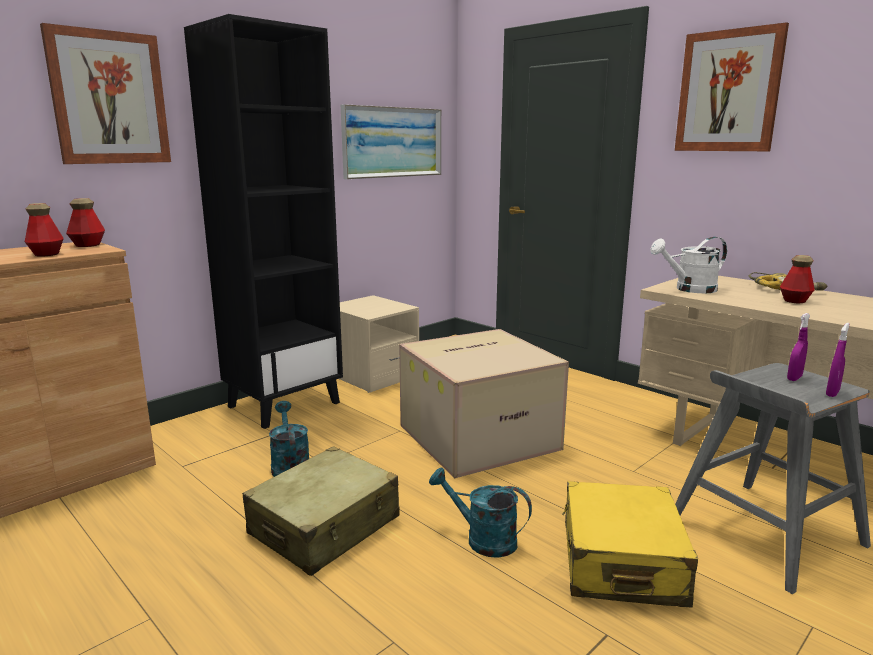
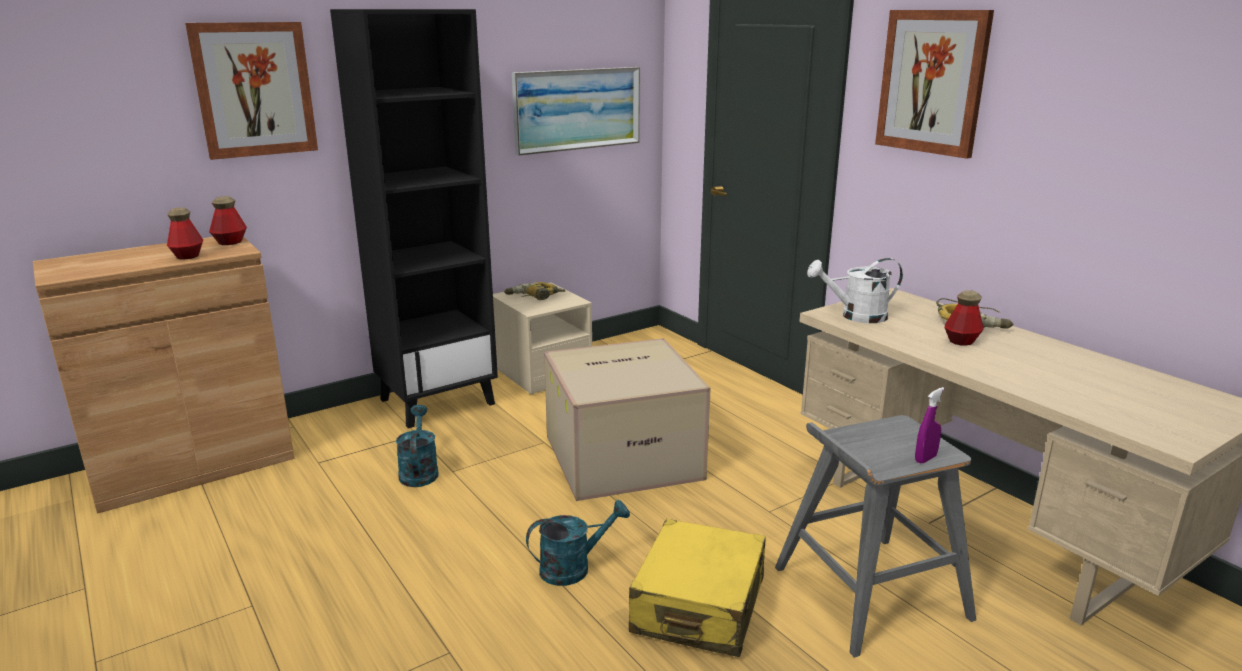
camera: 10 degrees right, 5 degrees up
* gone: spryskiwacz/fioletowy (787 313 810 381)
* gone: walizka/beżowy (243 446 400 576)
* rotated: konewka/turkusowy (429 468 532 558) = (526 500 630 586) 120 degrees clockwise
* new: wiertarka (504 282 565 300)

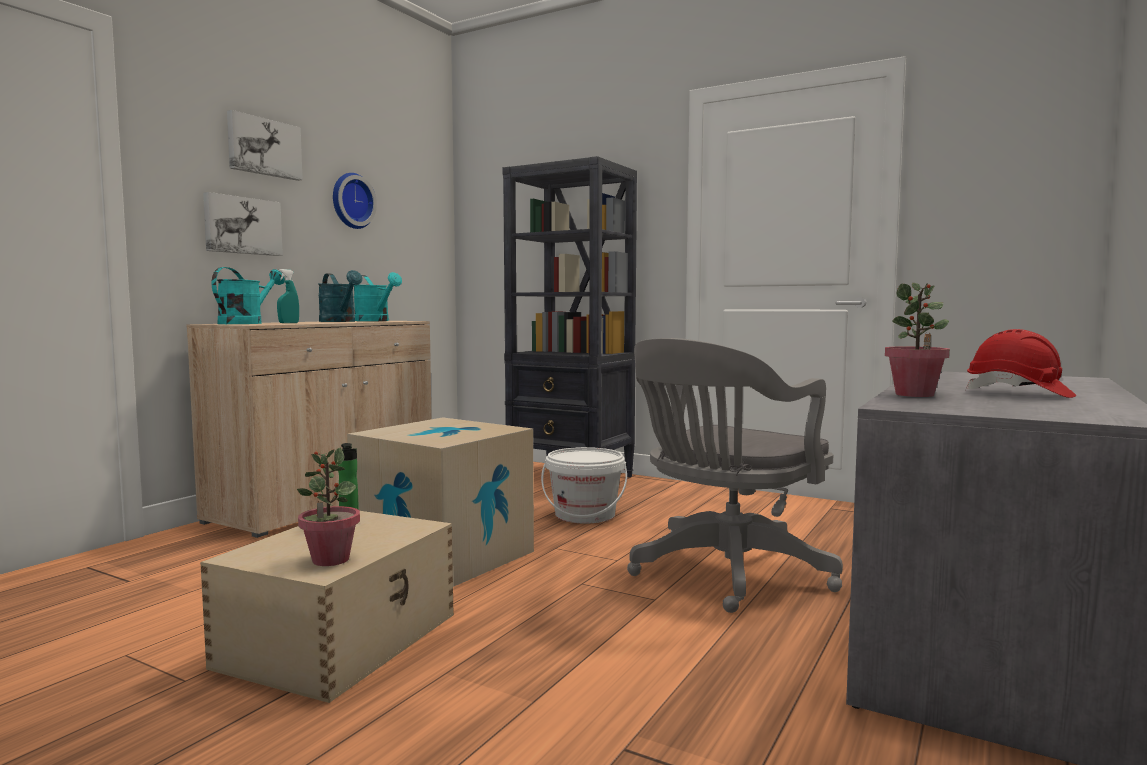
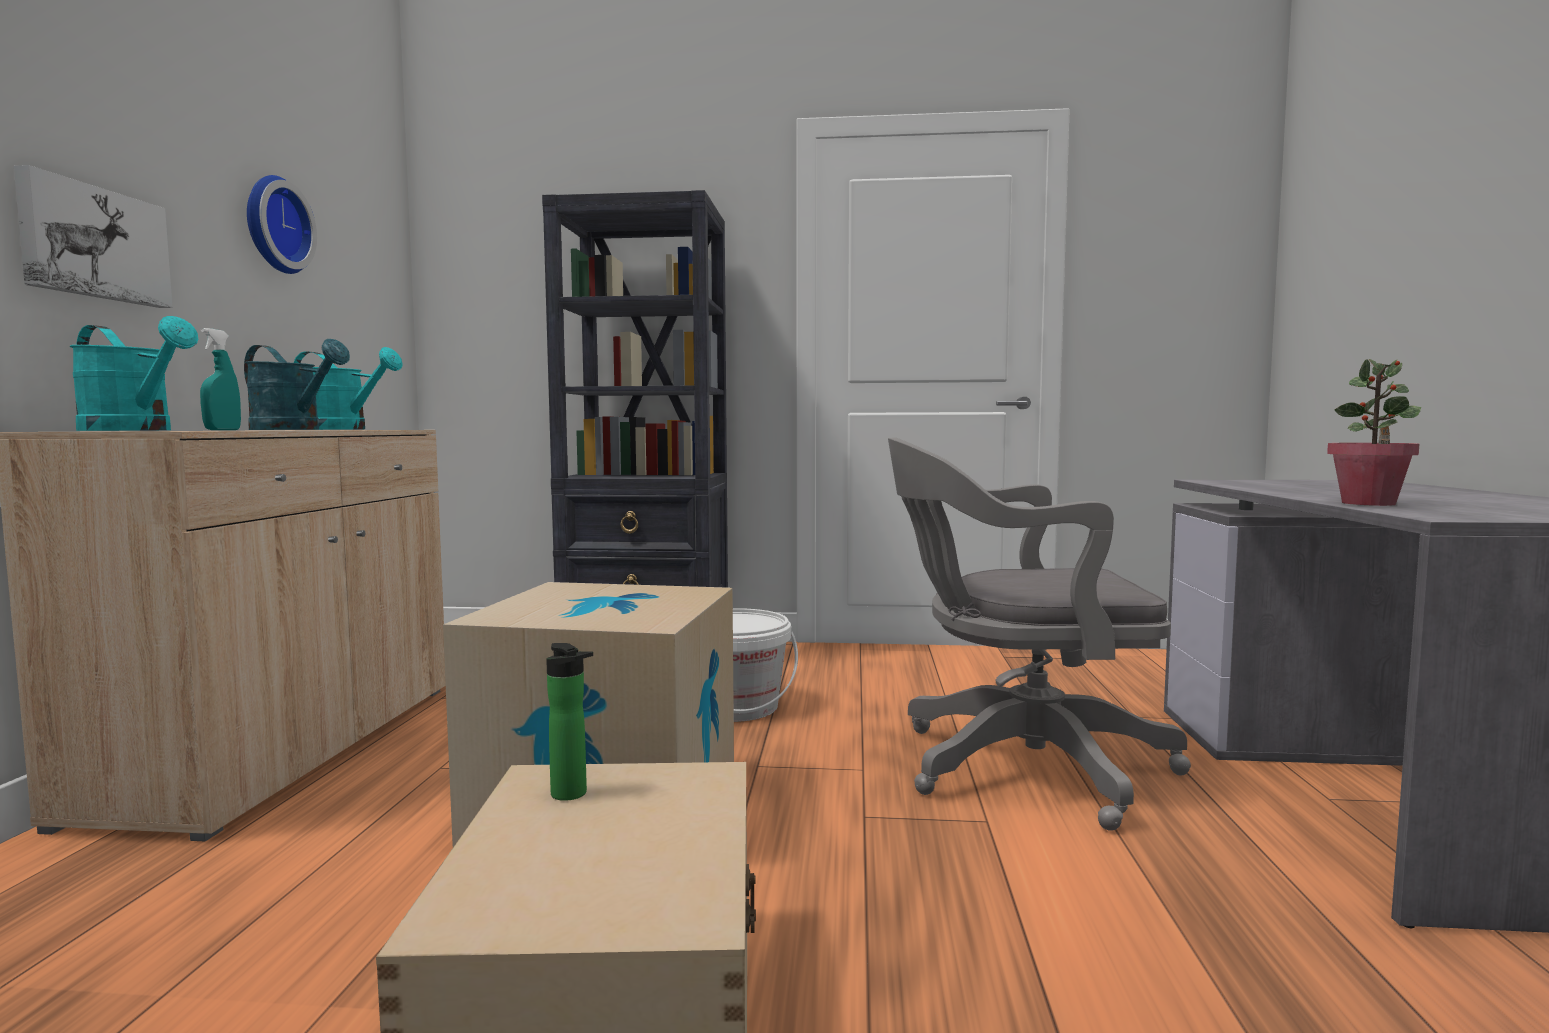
camera: 25 degrees left, 0 degrees up
* gone: obraz (227 110 303 181)
* rotated: konewka/turkusowy (212 267 285 324) = (70 316 198 431) 120 degrees clockwise
* gone: kask/czerwony (966 329 1076 398)
* rotated: krzesło biurowe/szary (627 338 843 613) = (888 437 1191 831) 75 degrees clockwise
* gone: roślina doniczkowa (297 448 360 566)

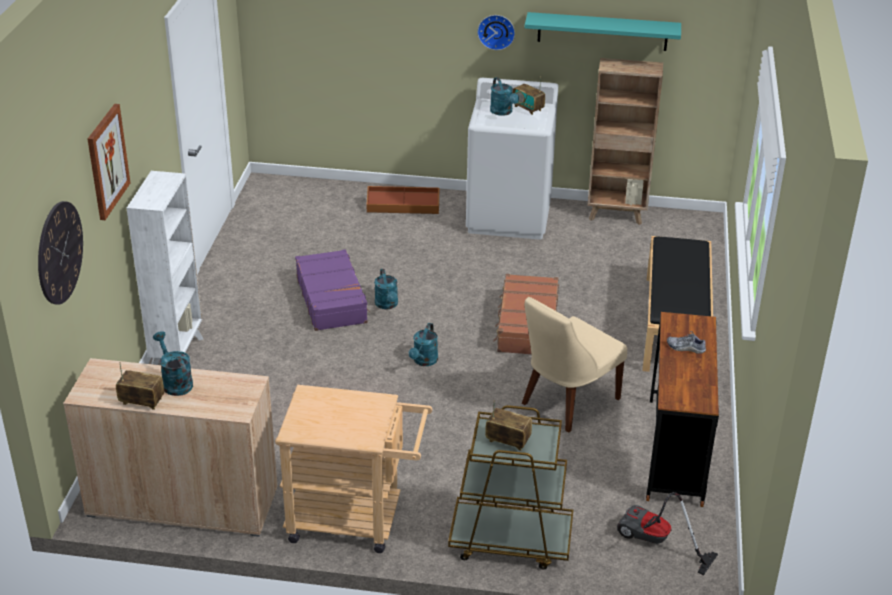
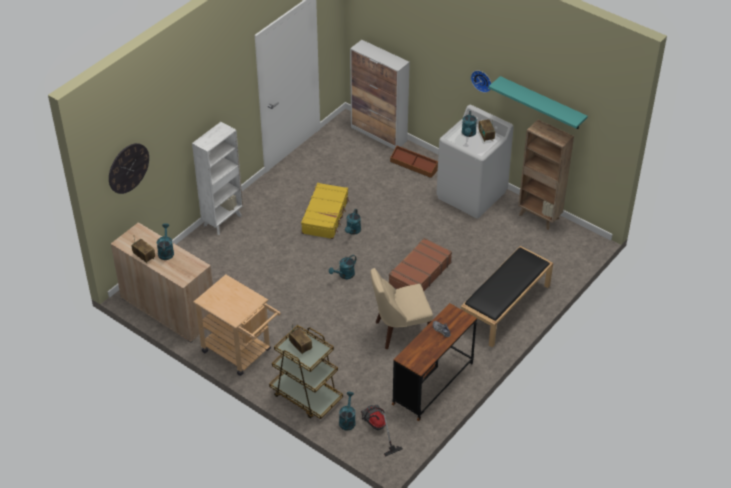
camera: 30 degrees right, 10 degrees up
* gone: obraz (88 104 131 220)
* repainted: walizka/fioletowy (295 249 370 331) to walizka/żółty (301 183 350 239)
* new: szafka (350 40 410 149)
* new: konewka/turkusowy (339 392 356 431)

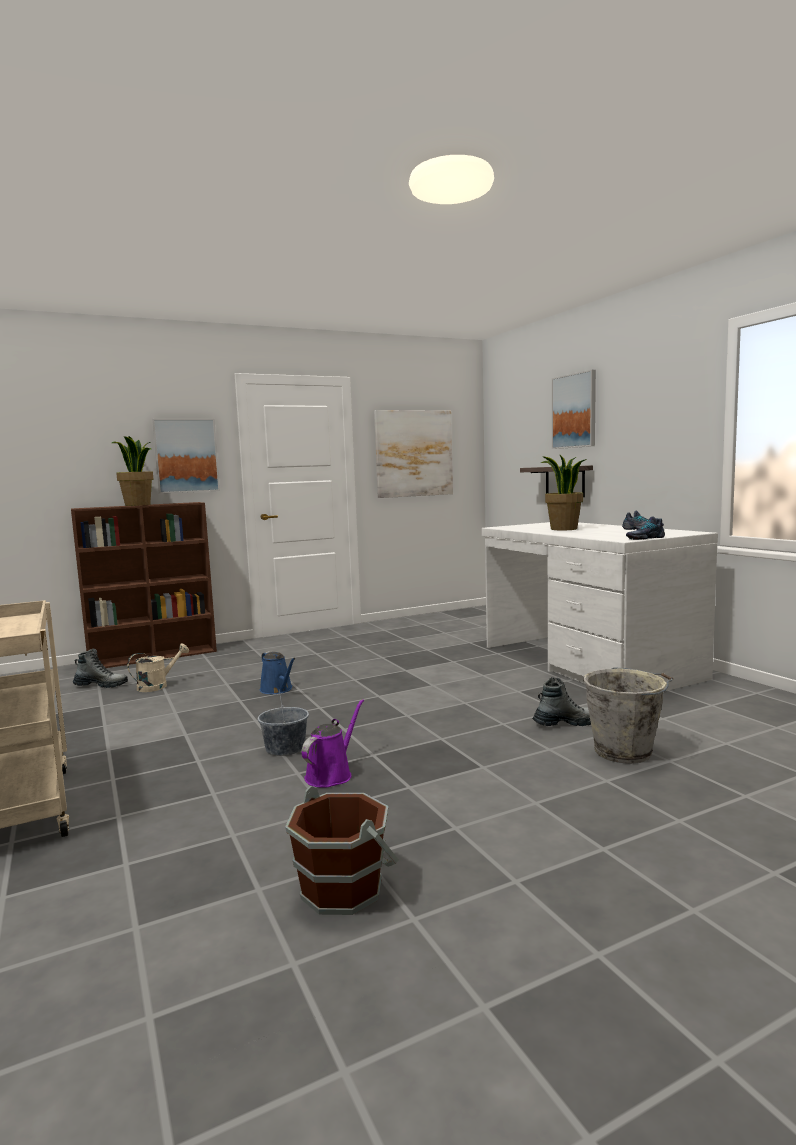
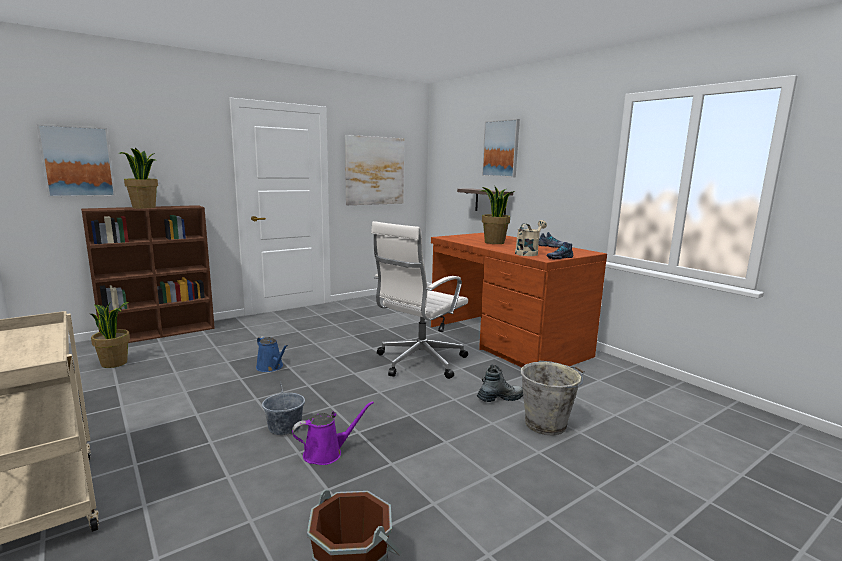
camera: 10 degrees left, 5 degrees up
* shifted: obraz (152 419 220 494) to (37 124 115 197)
* repainted: biurko/biały (482 522 718 691) to biurko/brązowy (431 233 607 367)
* shifted: konewka/beżowy (127 643 189 692) to (515 220 547 256)
* swapped: but z cholewką (73 649 128 688) to roślina doniczkowa (91 302 130 368)
* rotated: konewka/fioletowy (302 699 364 788) = (292 401 374 465) 45 degrees clockwise
* new: krzesło biurowe/biały (371 221 468 379)

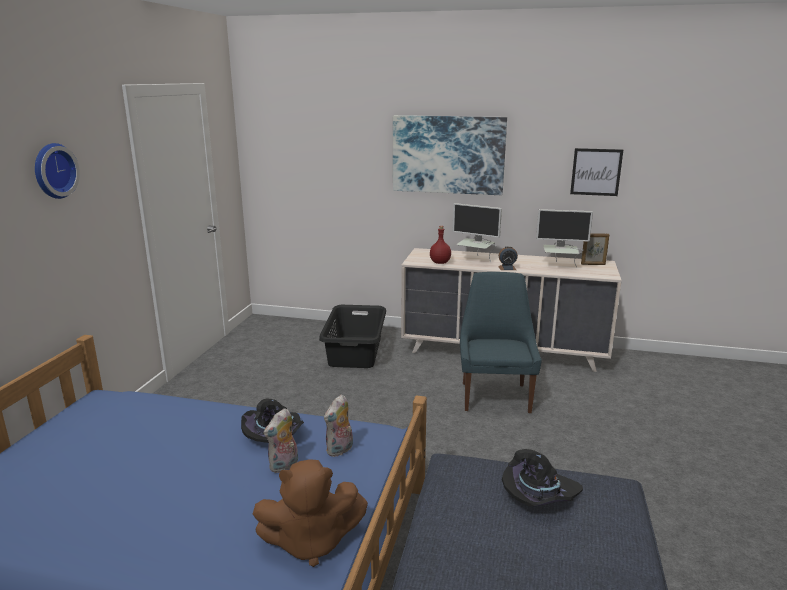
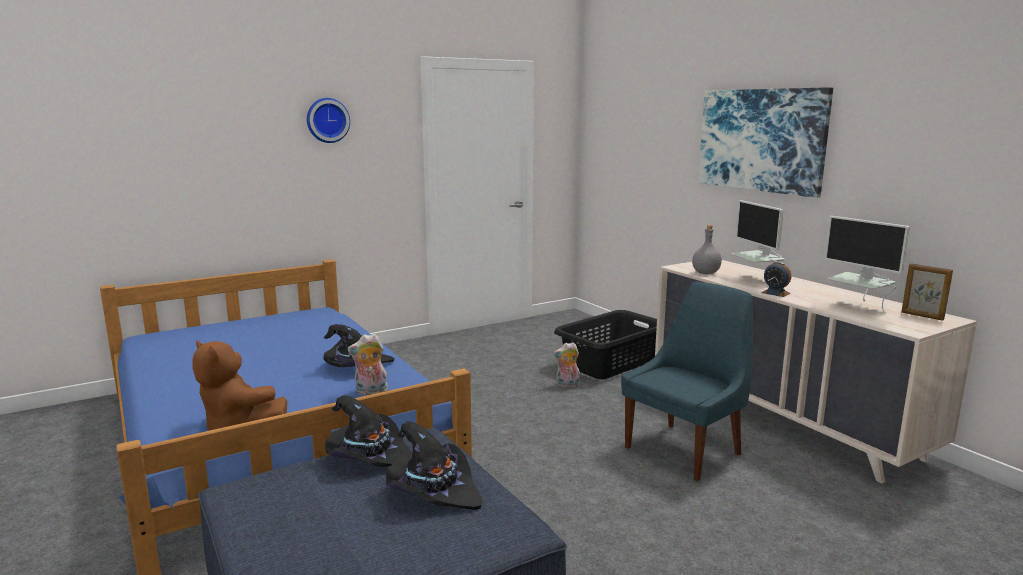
camera: 45 degrees right, 5 degrees down
* gone: obraz (570 148 623 196)
* repainted: butelka/czerwony (430 226 451 264) to butelka/szary (692 225 722 274)
* shifted: pluszak (264 408 298 473) to (553 342 580 388)
* new: kapelusz/czarny (325 395 413 467)

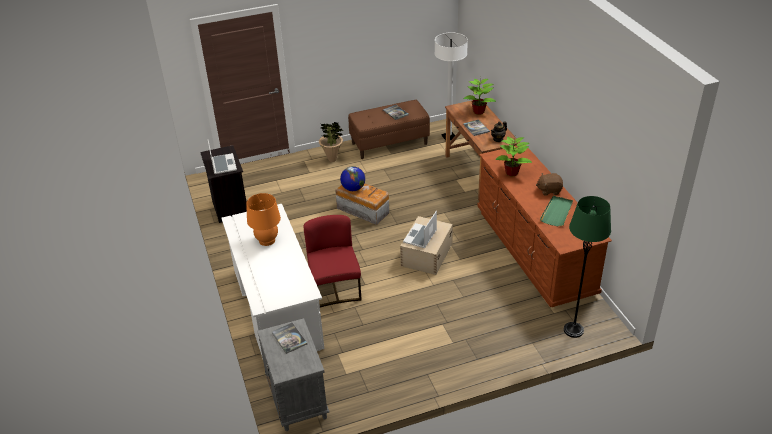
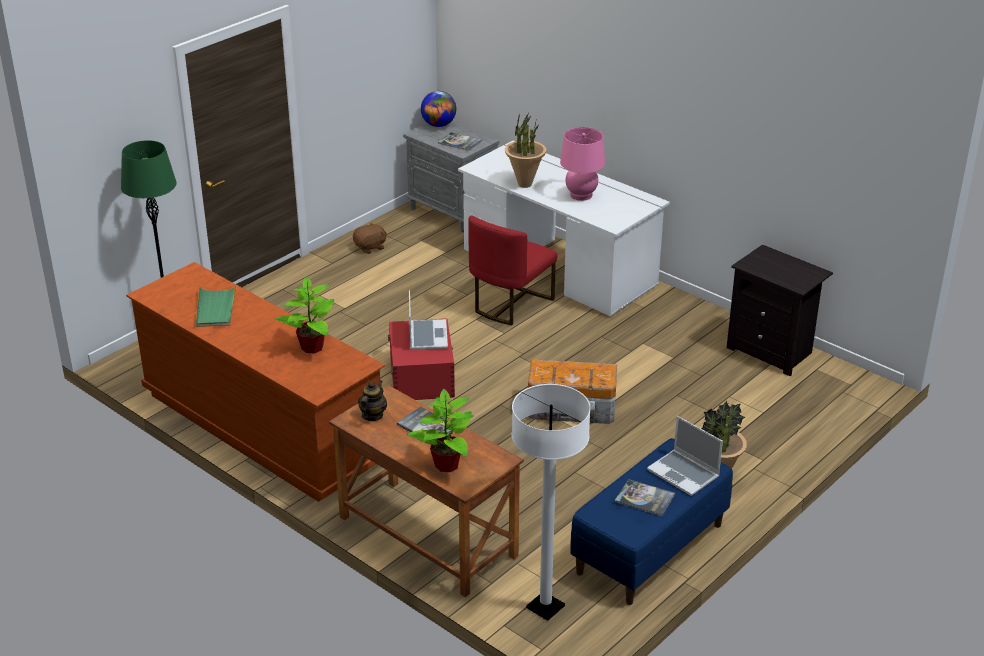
camera: 150 degrees right, 5 degrees down
* repainted: ławka/brązowy (348 100 430 159) to ławka/niebieski (570 438 733 605)
* shifted: laptop (208 140 237 174) to (647 416 723 496)
* shifted: globus (340 166 365 191) to (421 91 456 127)
* shifted: pluszak/brązowy (536 173 563 196) to (353 222 387 254)
* repainted: lampa stołowa/pomarańczowy (246 193 281 246) to lampa stołowa/różowy (560 127 605 201)
* rotated: krzesło/czerwony (303 215 362 308) = (468 215 557 325) 75 degrees clockwise
* repainted: pojemnik do przechowywania/beżowy (400 216 453 275) to pojemnik do przechowywania/czerwony (388 318 455 400)
* new: roślina doniczkowa (505 113 546 188)

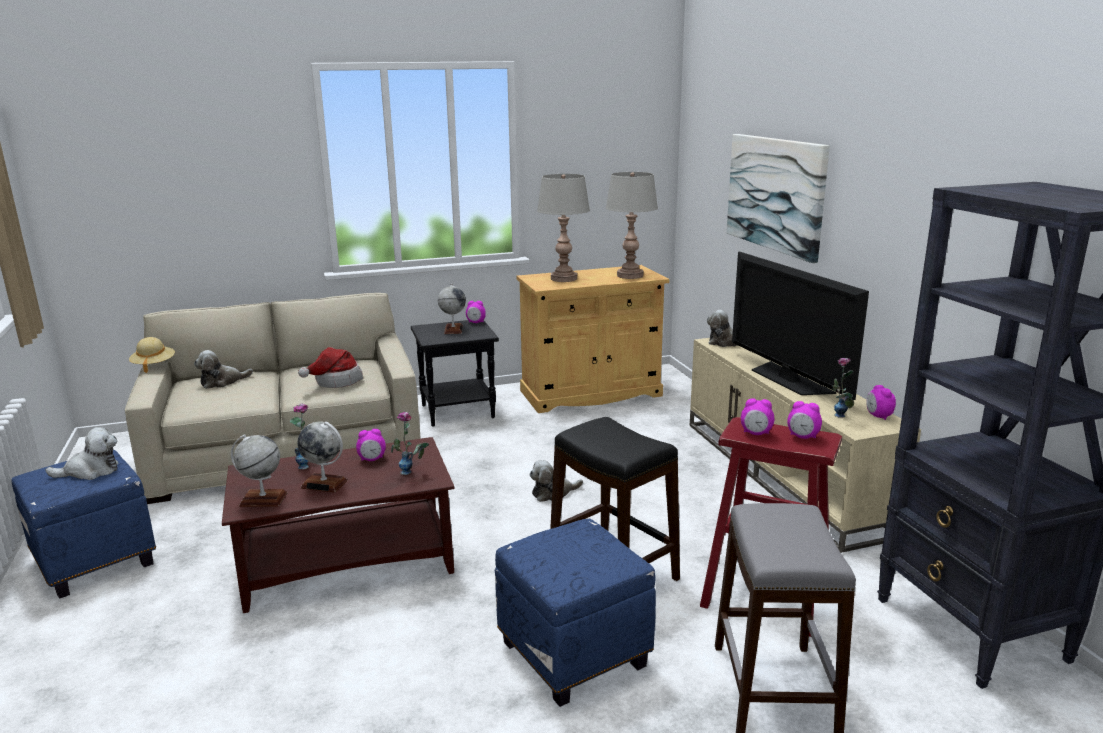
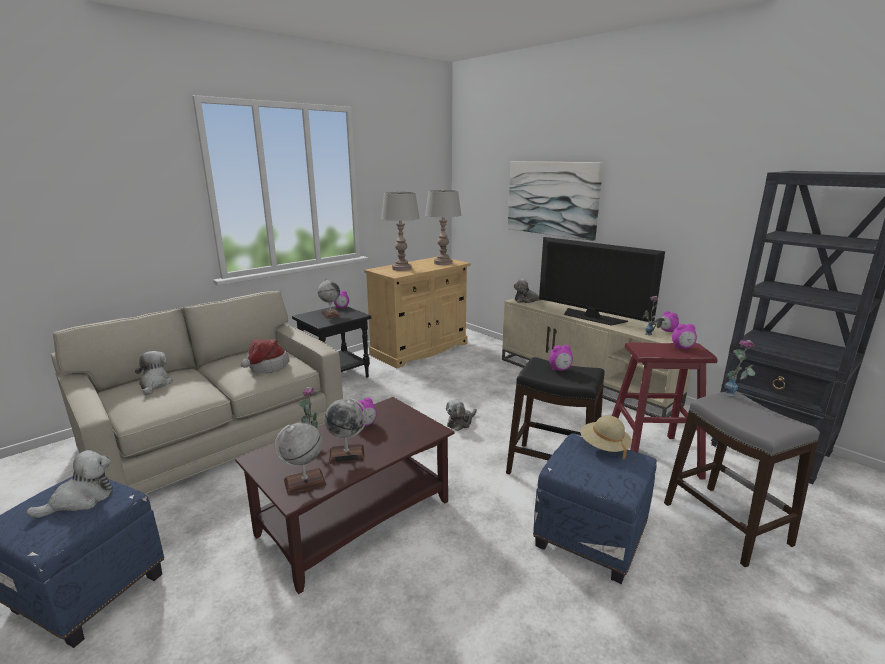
camera: 25 degrees left, 0 degrees up
* shifted: kapelusz/beżowy (129 337 175 373) to (580 415 632 459)
* rotated: pluszak (194 350 253 389) = (135 351 173 395) 135 degrees clockwise
* shifted: budzik (741 398 774 435) to (549 345 573 371)
* shifted: wazon (391 412 429 475) to (724 340 755 397)

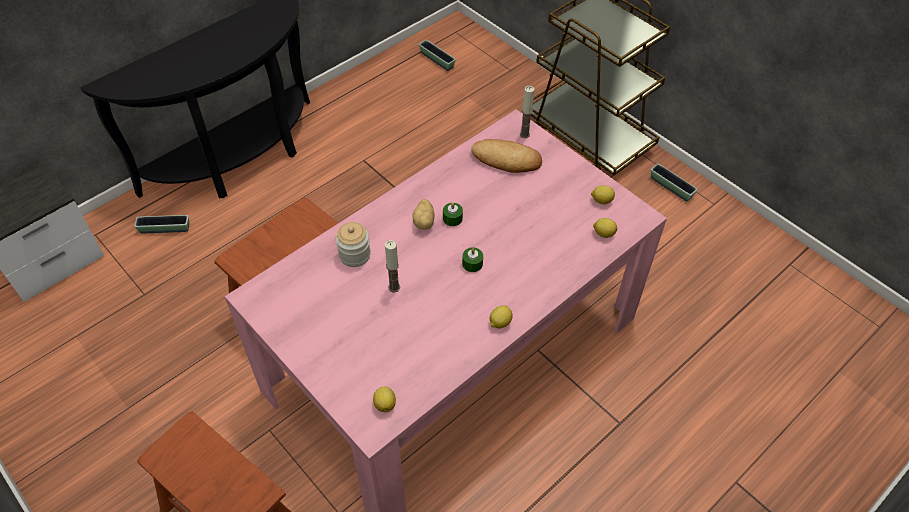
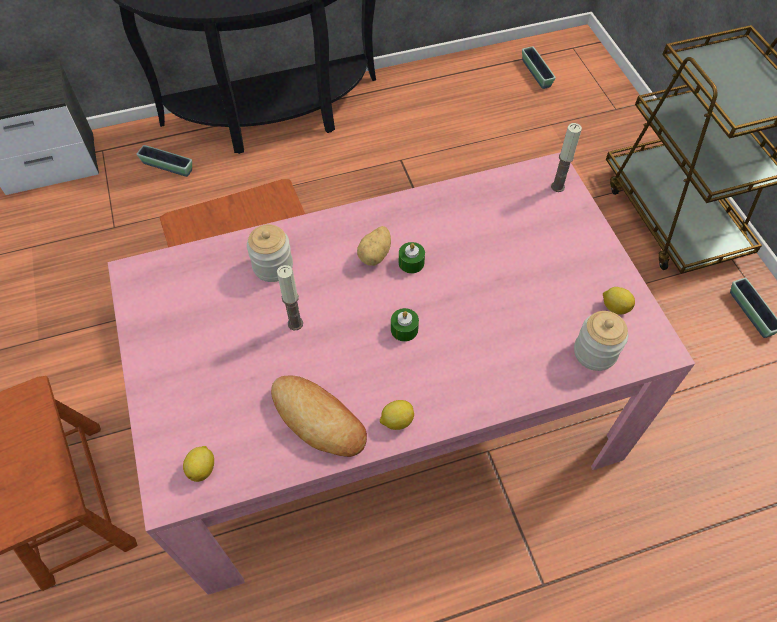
camera: 25 degrees right, 5 degrees up
* shifted: chleb (471 139 542 173) to (271 376 367 457)
* swapped: cytryna (593 218 617 238) to słoik (574 311 628 371)

